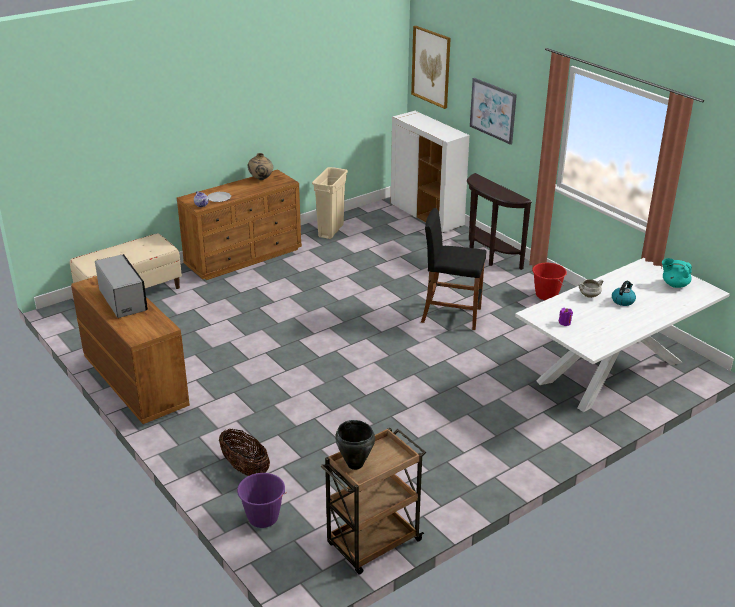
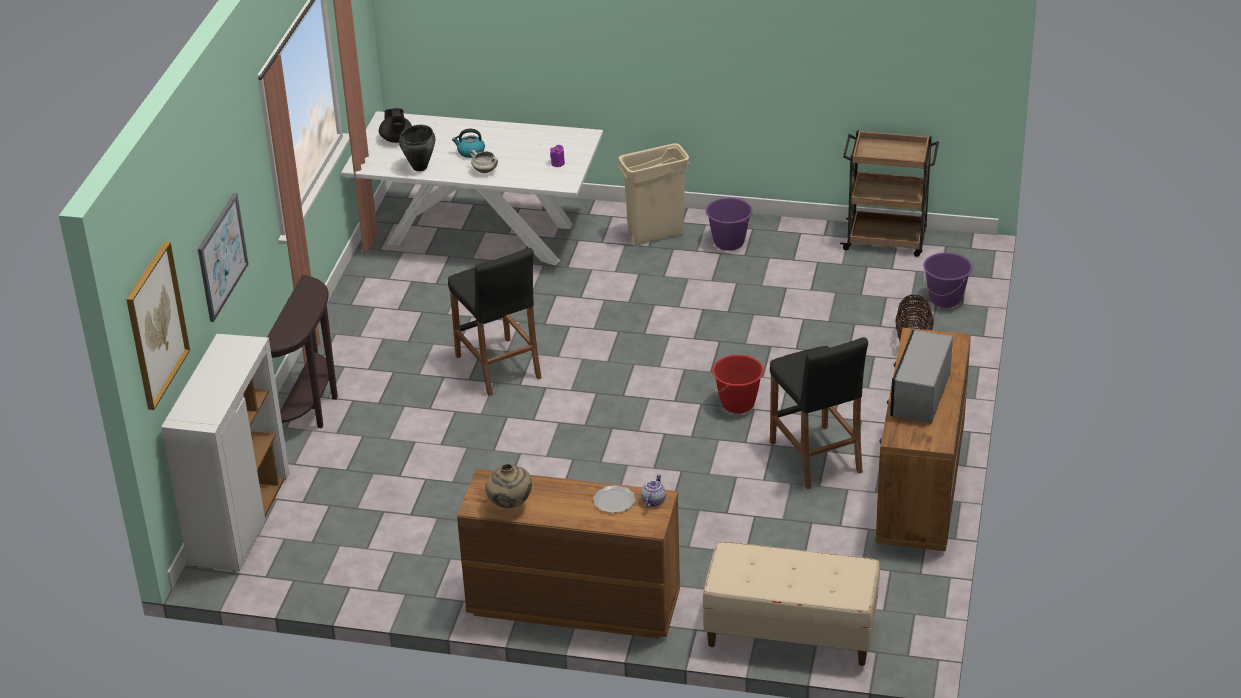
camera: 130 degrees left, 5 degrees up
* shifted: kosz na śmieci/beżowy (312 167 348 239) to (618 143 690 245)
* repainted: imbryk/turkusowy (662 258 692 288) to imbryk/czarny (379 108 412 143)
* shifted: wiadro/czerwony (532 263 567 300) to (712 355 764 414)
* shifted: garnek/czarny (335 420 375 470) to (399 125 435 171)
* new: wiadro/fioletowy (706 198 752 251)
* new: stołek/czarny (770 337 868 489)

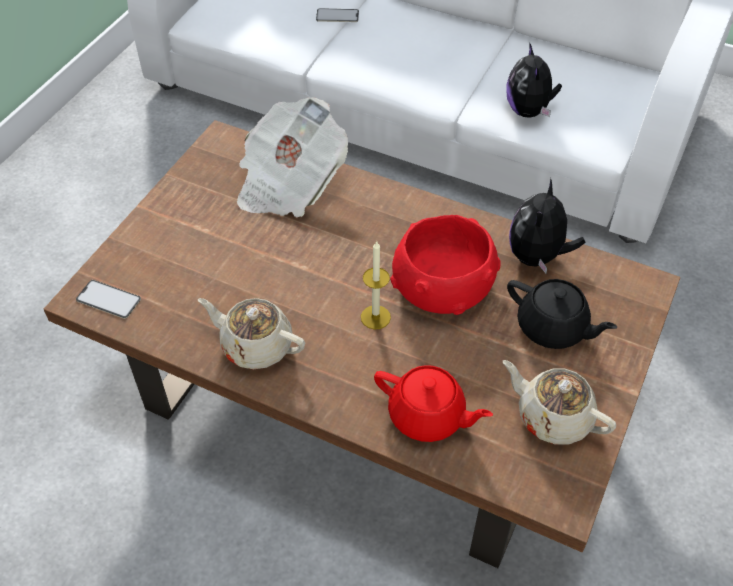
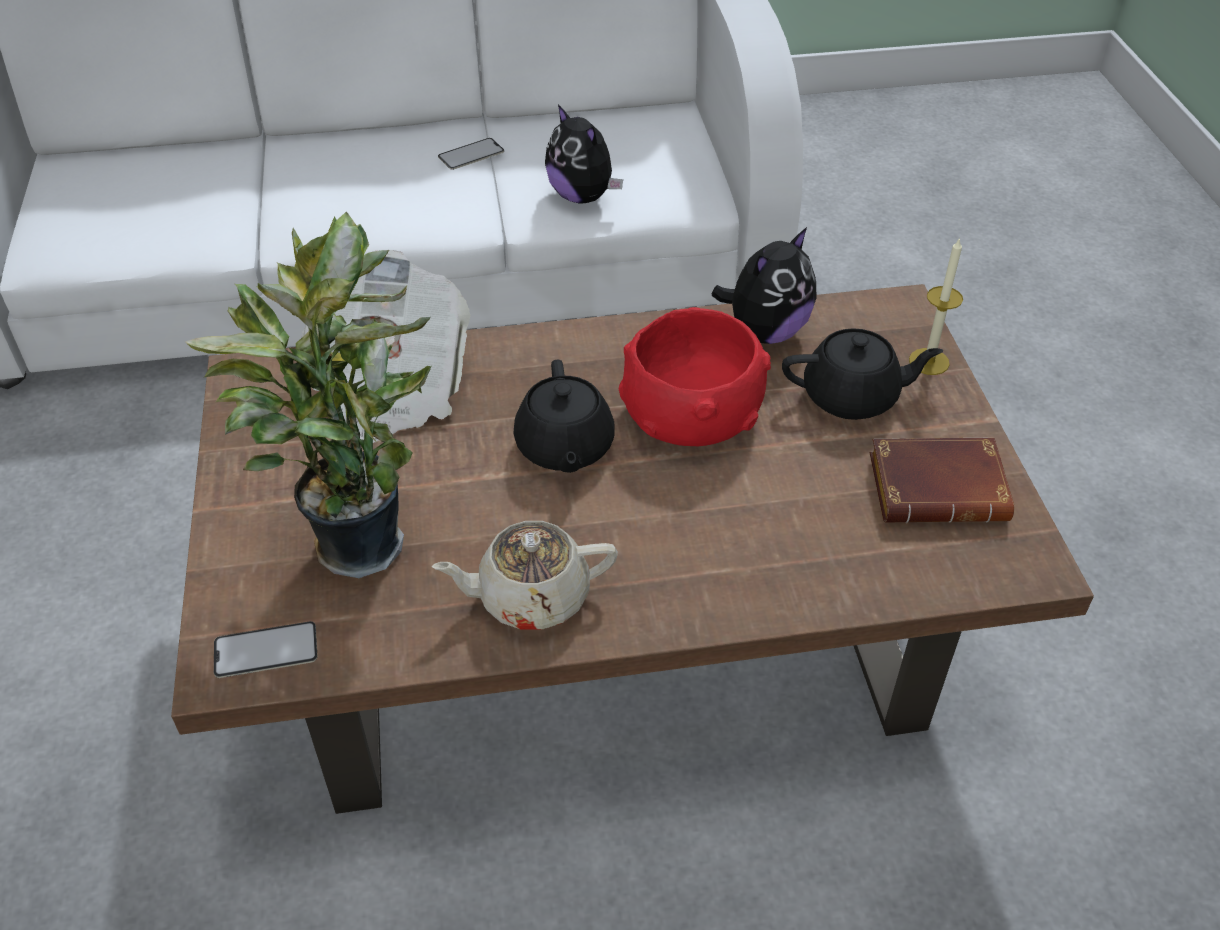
camera: 35 degrees left, 5 degrees down
* shifted: telefon (316 8 359 22) to (438 138 504 170)
* rotated: pluszak (509 178 585 273) = (711 227 817 344) 120 degrees counterclockwise
* shifted: świeca (361 240 391 329) to (909 237 963 375)
* swapped: imbryk/beżowy (502 360 616 444) to książka/brązowy (870 438 1014 523)
* gone: imbryk/czerwony (374 365 493 442)
* new: roślina doniczkowa (185 211 432 578)
* new: imbryk/czarny (514 360 615 473)

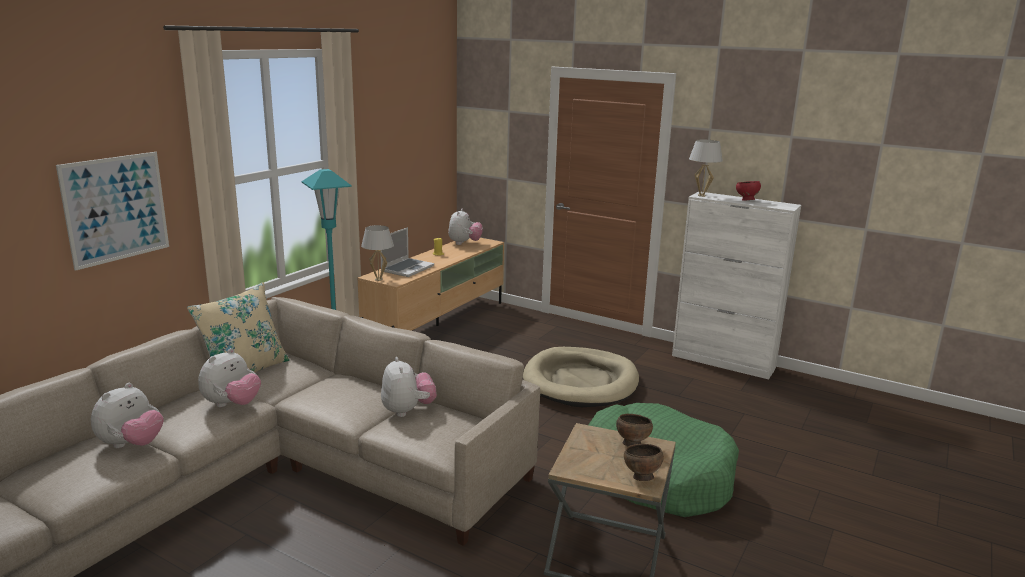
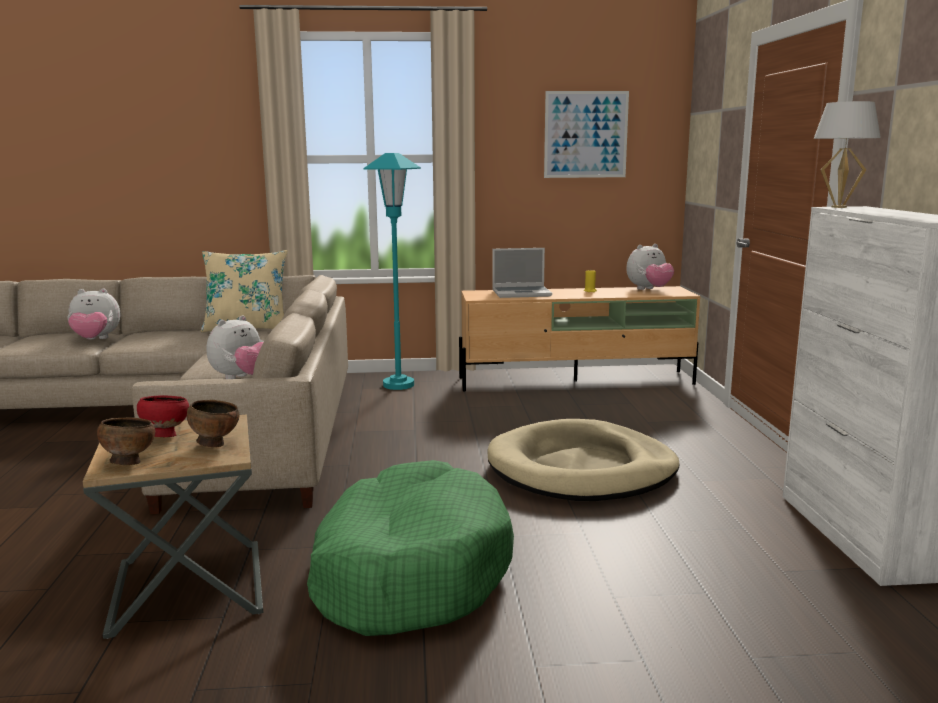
camera: 55 degrees right, 5 degrees down
* shifted: obraz (56 152 169 271) to (544 91 629 178)
* shifted: miska/czerwony (736 181 761 201) to (137 395 189 437)
* gone: lampa stołowa/biały (361 225 394 281)
* gone: pluszak (198 348 261 407)

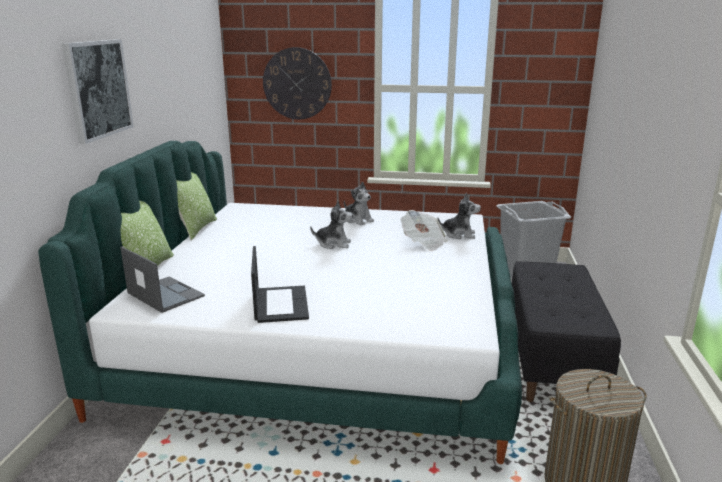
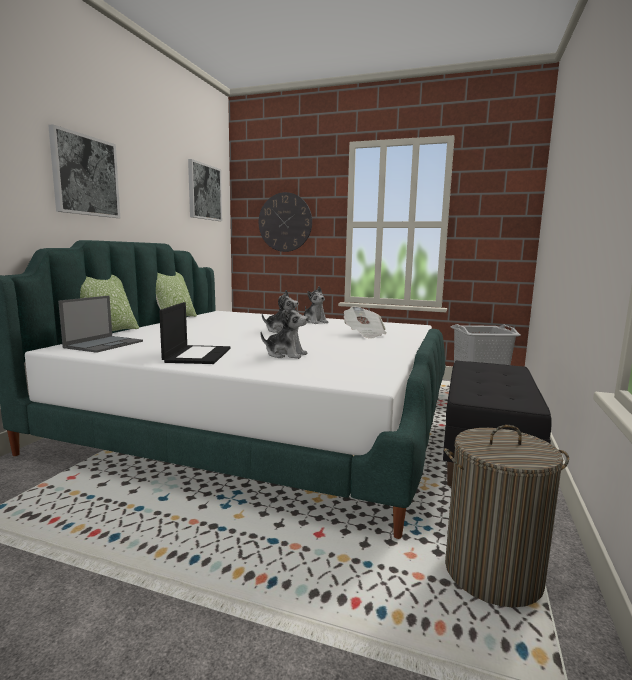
camera: 10 degrees right, 10 degrees down
* shifted: pluszak (437 193 481 239) to (261 301 308 359)
* rotated: laptop (120 247 205 313) = (58 296 143 353) 60 degrees clockwise
* new: obraz (188 159 222 221)

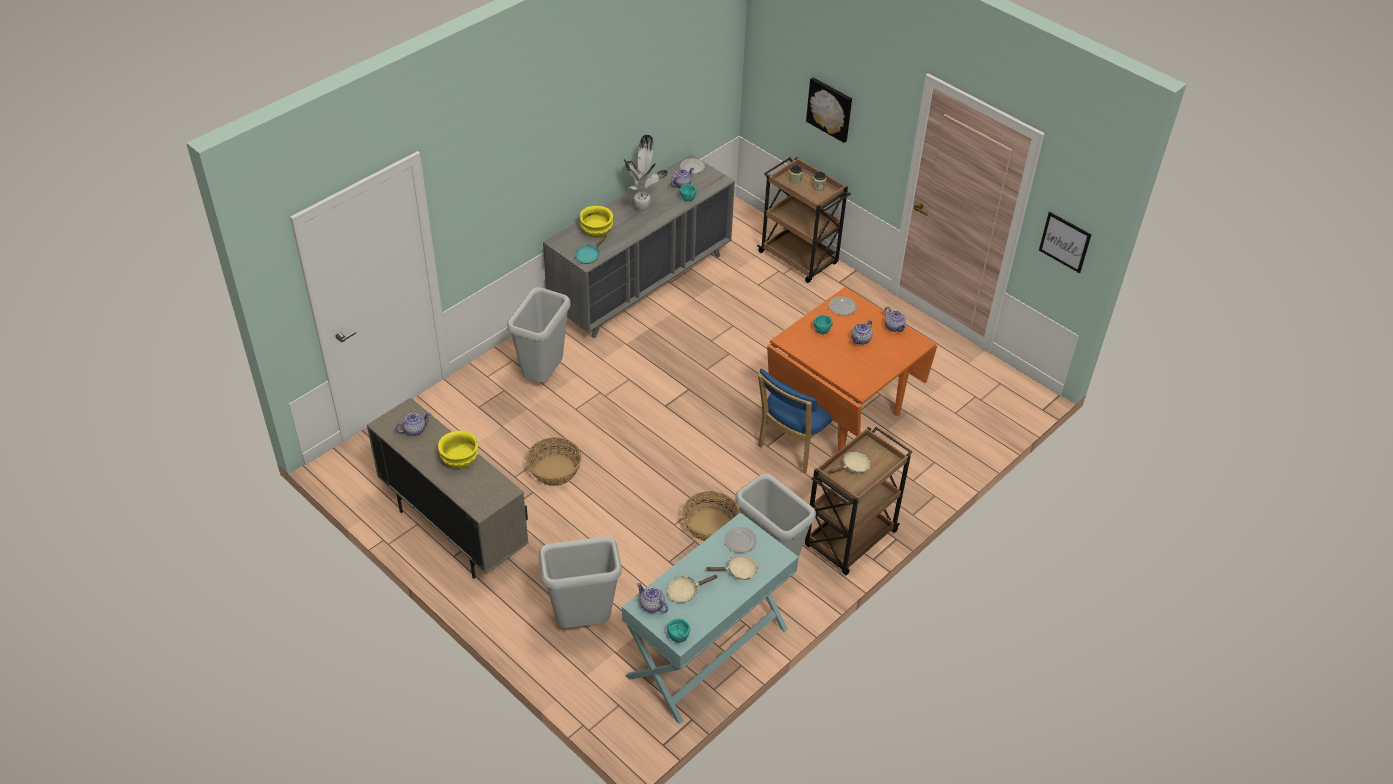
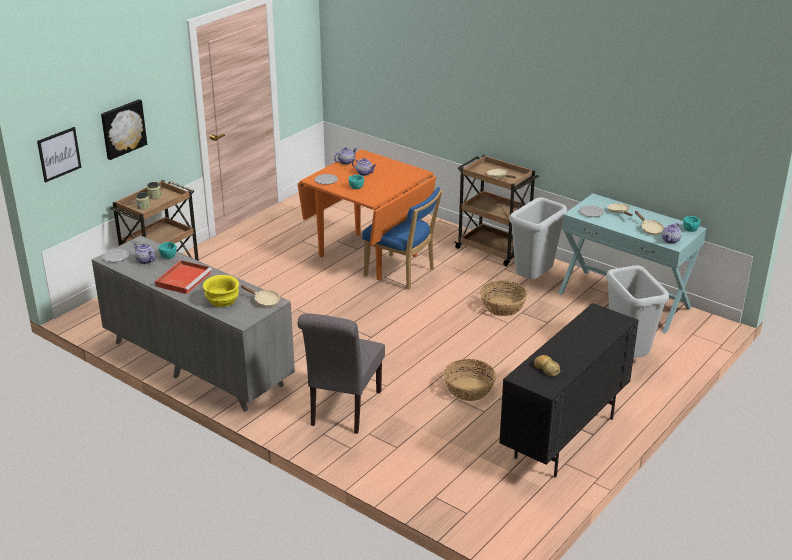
camera: 95 degrees left, 15 degrees down
* swapped: roślina doniczkowa (623 135 668 213) to taca/czerwony (155 260 212 294)
* shifted: obraz (1039 212 1091 273) to (37 127 82 183)
* repainted: patelnia/turkusowy (575 235 607 264) to patelnia/beżowy (241 285 280 307)
* swapped: kosz na śmieci/szary (507 287 571 383) to krzesło/szary (297 314 385 434)
* repainted: szafka/beżowy (367 397 529 579) to szafka/czarny (499 303 639 478)
* swapped: imbryk (395 412 431 436) to chleb (534 355 560 376)
* gone: miska/żółty (438 431 479 468)

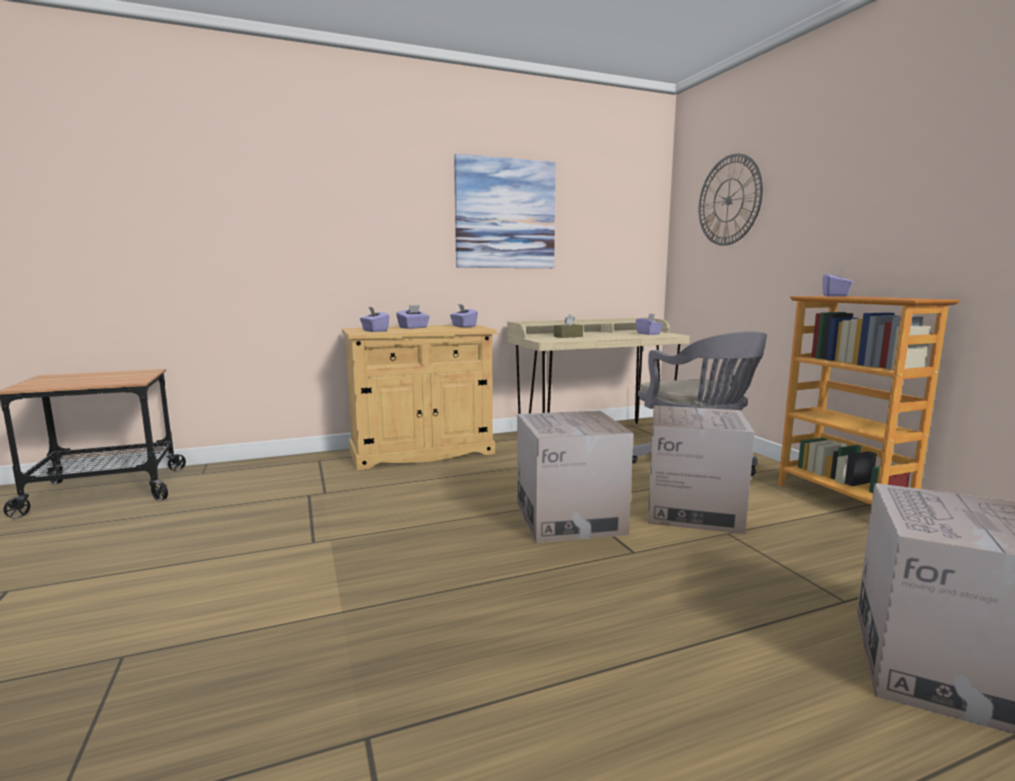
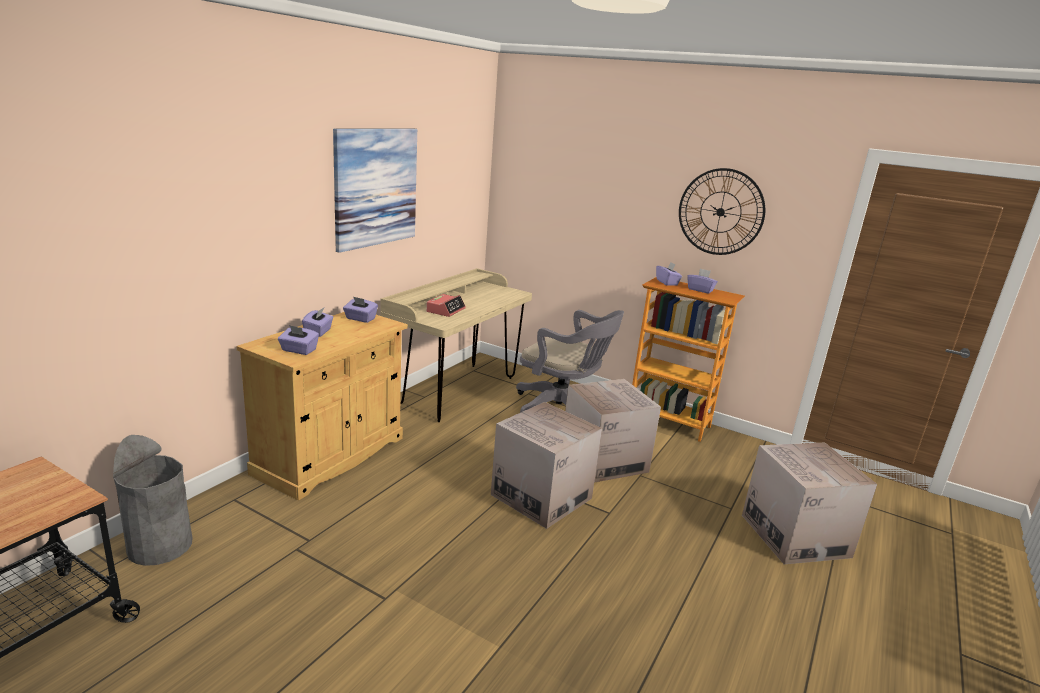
camera: 40 degrees left, 10 degrees up
* shifted: zegar ścienny (699 154 763 246) to (679 168 765 255)
* shifted: pudełko chusteczek/fioletowy (636 313 663 335) to (687 268 718 293)
* swapped: pudełko chusteczek/brązowy (554 314 583 338) to budzik (426 294 466 317)
* new: kosz na śmieci/szary (113 435 193 566)

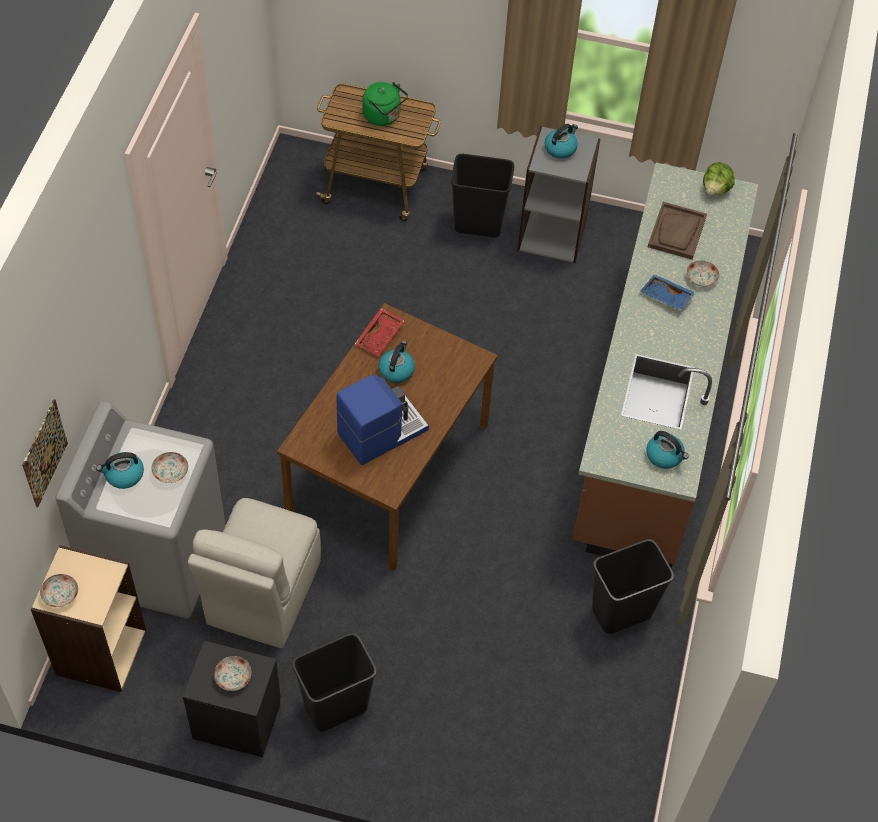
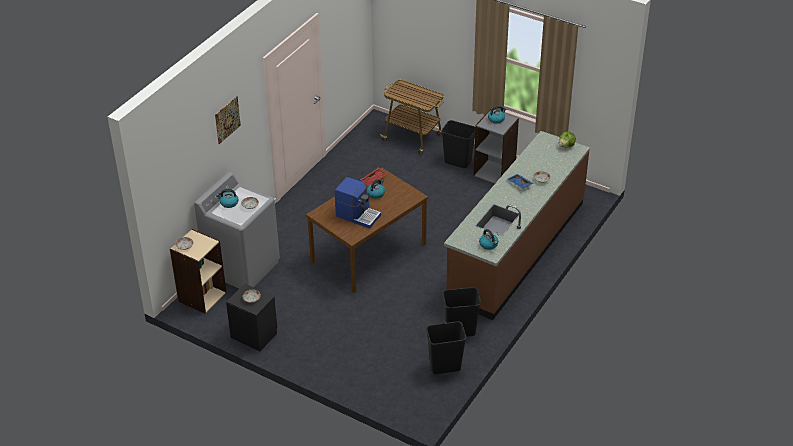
camera: 20 degrees right, 15 degrees down
* gone: czajnik/zielony (362 82 408 126)
* gone: taca/brązowy (648 202 707 259)
* rotated: ekspres do kawy (336 374 429 465) = (335 177 381 229) 45 degrees clockwise
* shifted: obraz (22 399 68 507) to (215 96 241 144)
* gone: krzesło/beżowy (188 498 321 648)
* shifted: kosz na śmieci/czarny (292 633 377 732) to (426 321 466 374)

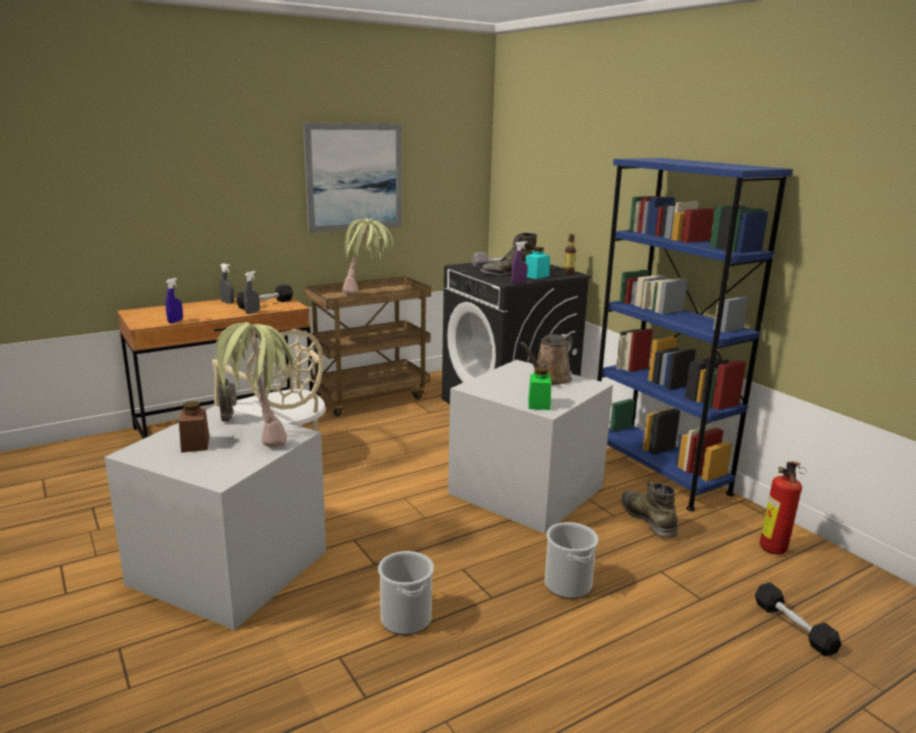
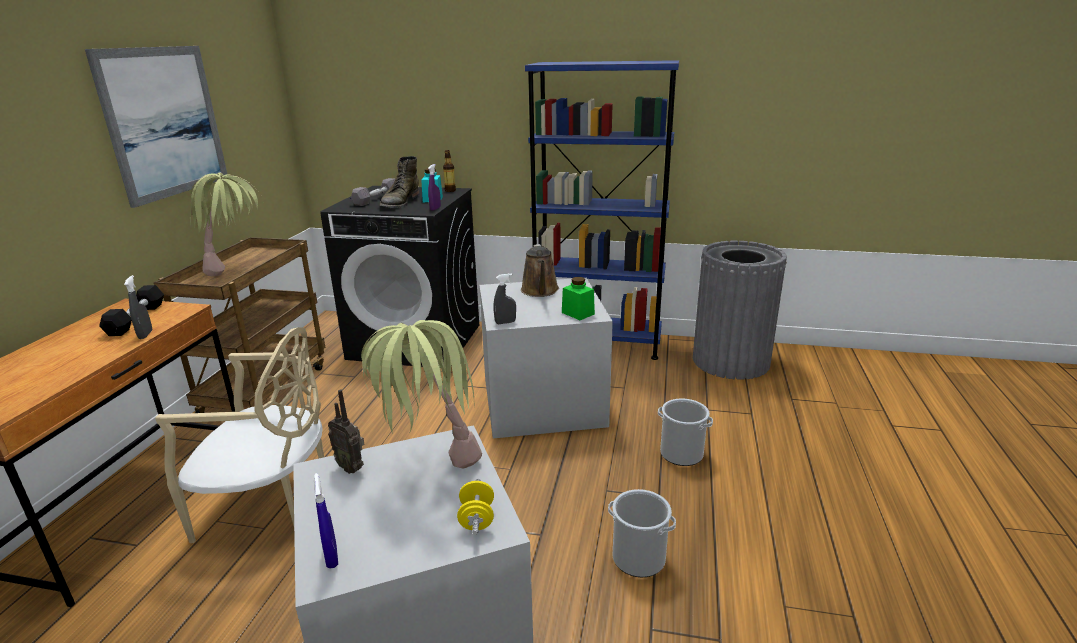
camera: 45 degrees left, 5 degrees up
* shifted: spryskiwacz/szary (220 263 234 304) to (493 273 516 324)
* shifted: spryskiwacz/niebieski (166 278 183 323) to (314 473 338 568)
* gone: słoik/brązowy (179 401 209 453)
* swapped: gaśnica (759 462 806 554) to kosz na śmieci/szary (693 241 787 380)
* gone: but z cholewką/zielony (621 482 678 538)
* gone: hantel/czarny (755 582 841 656)
* new: hantel/żółty (457 479 494 535)

